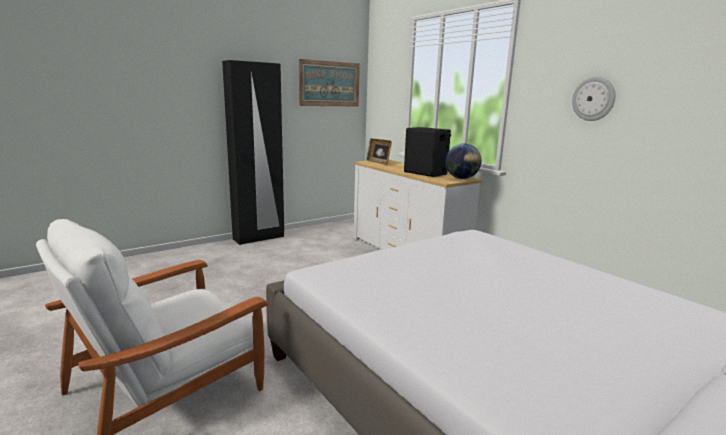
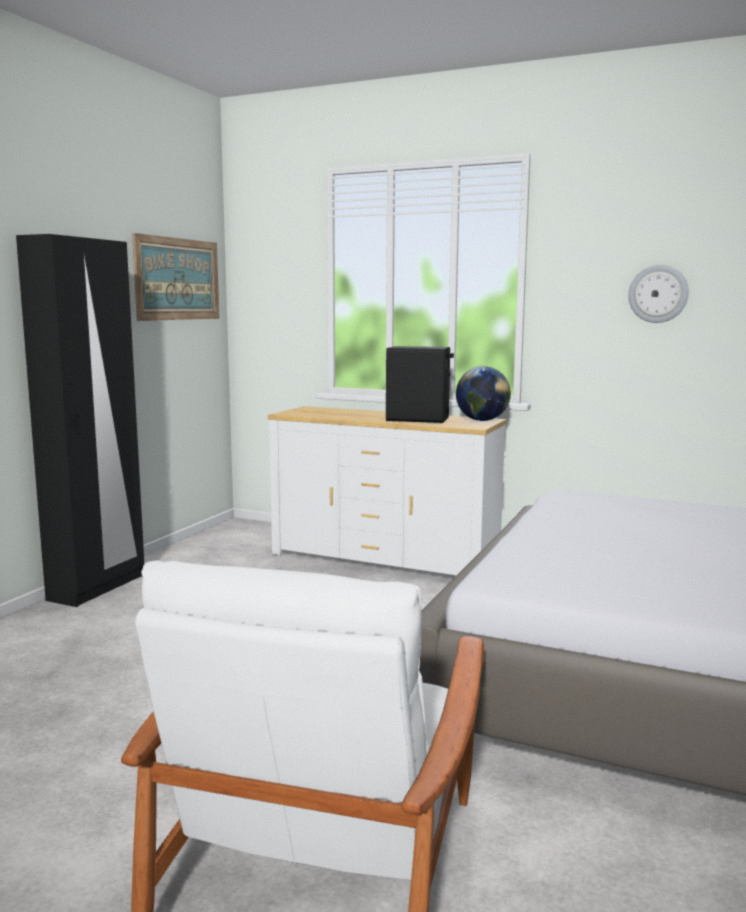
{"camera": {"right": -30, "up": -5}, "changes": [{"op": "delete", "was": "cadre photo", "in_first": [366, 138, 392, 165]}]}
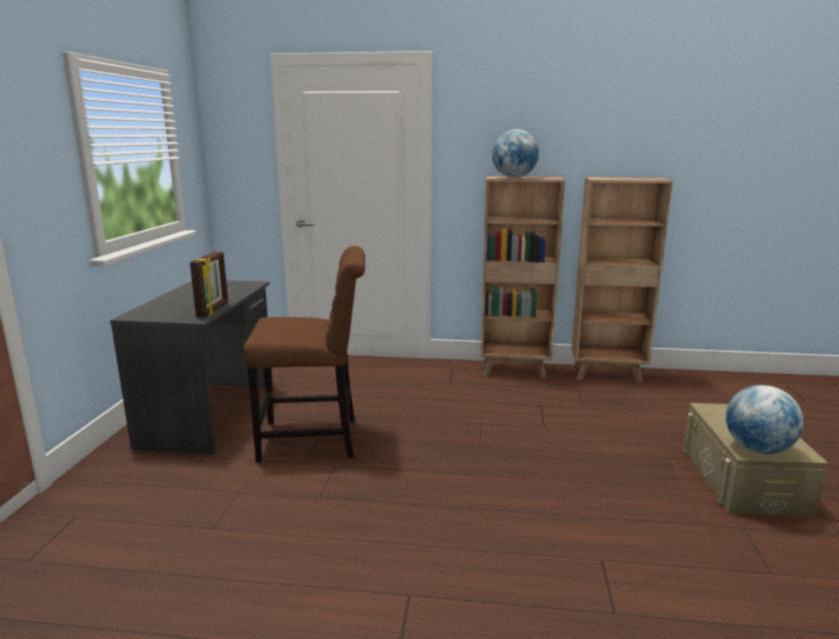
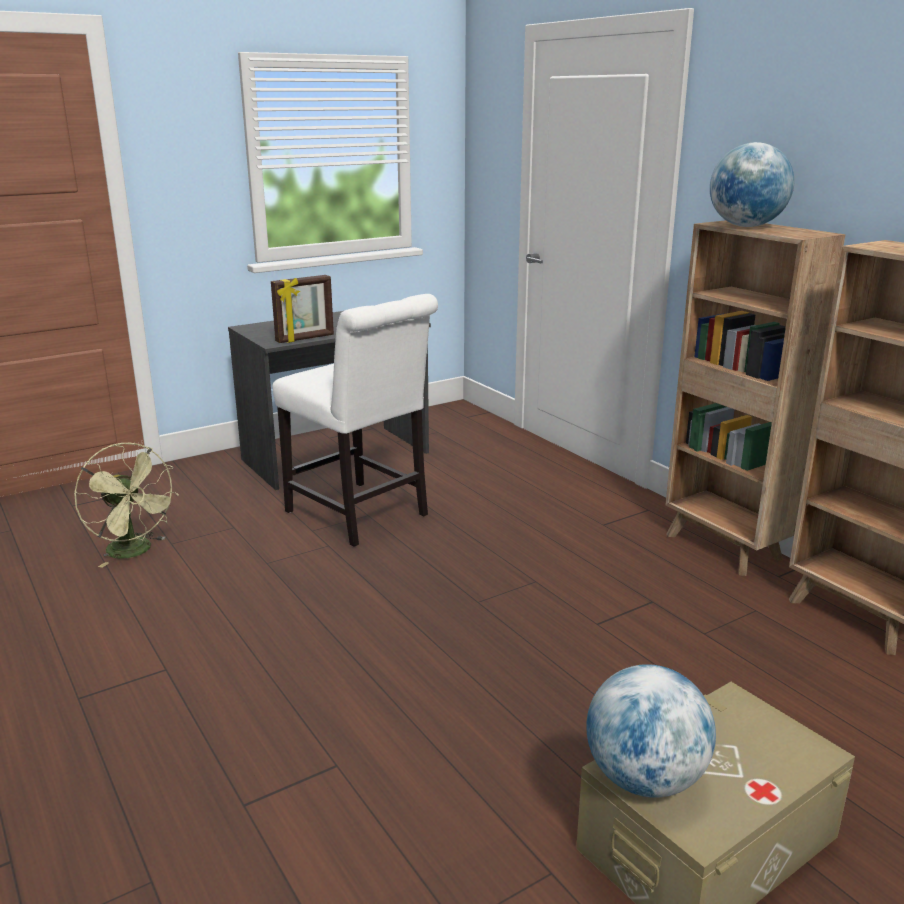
{"camera": {"right": 50, "up": 5}, "changes": [{"op": "recolor", "was": "chaise [marron]", "now": "chaise [blanc]", "in_first": [243, 246, 365, 463], "in_second": [273, 294, 438, 547]}, {"op": "insert", "now": "ventilateur [vert]", "in_second": [74, 443, 179, 568]}]}
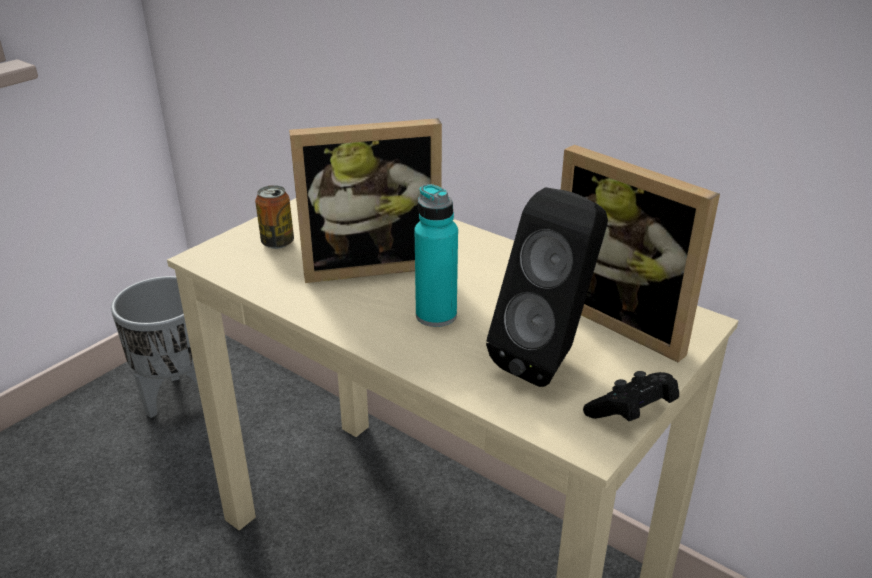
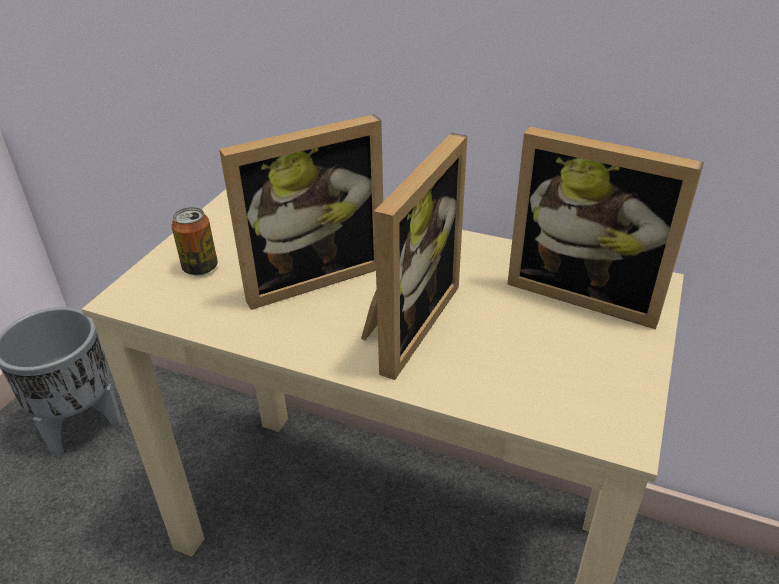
{"camera": {"right": -15, "up": 5}, "changes": [{"op": "replace", "was": "bouteille [turquoise]", "now": "cadre photo", "in_first": [415, 184, 458, 327], "in_second": [361, 133, 467, 380]}, {"op": "delete", "was": "enceinte [noir]", "in_first": [486, 187, 608, 387]}, {"op": "delete", "was": "manette [noir]", "in_first": [583, 371, 679, 421]}]}
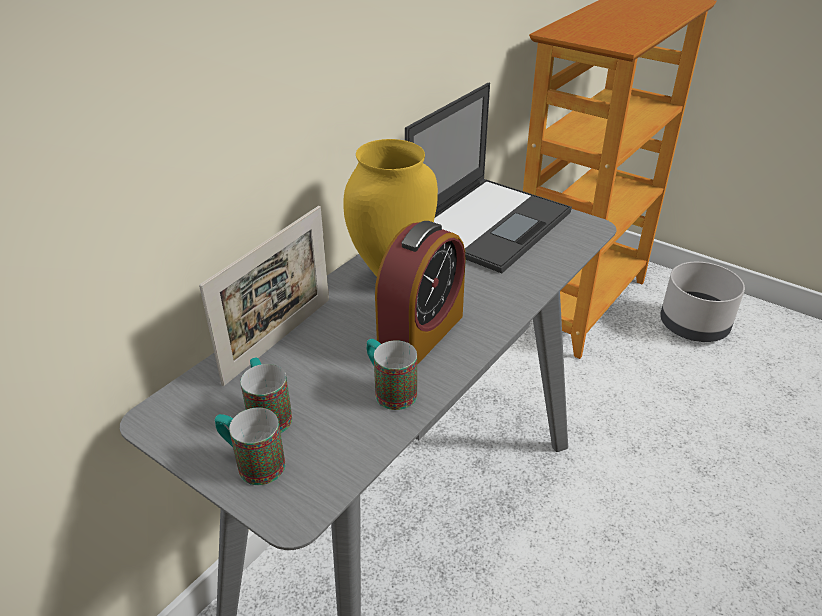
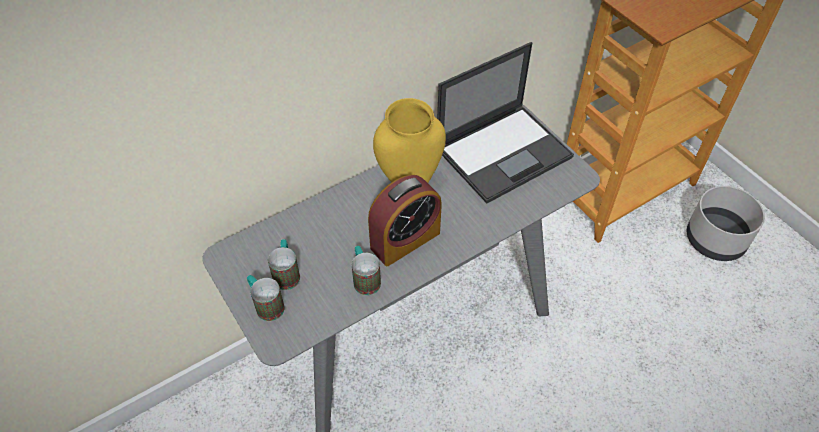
{"camera": {"right": 20, "up": 15}, "changes": [{"op": "delete", "was": "cadre photo", "in_first": [199, 206, 329, 386]}]}
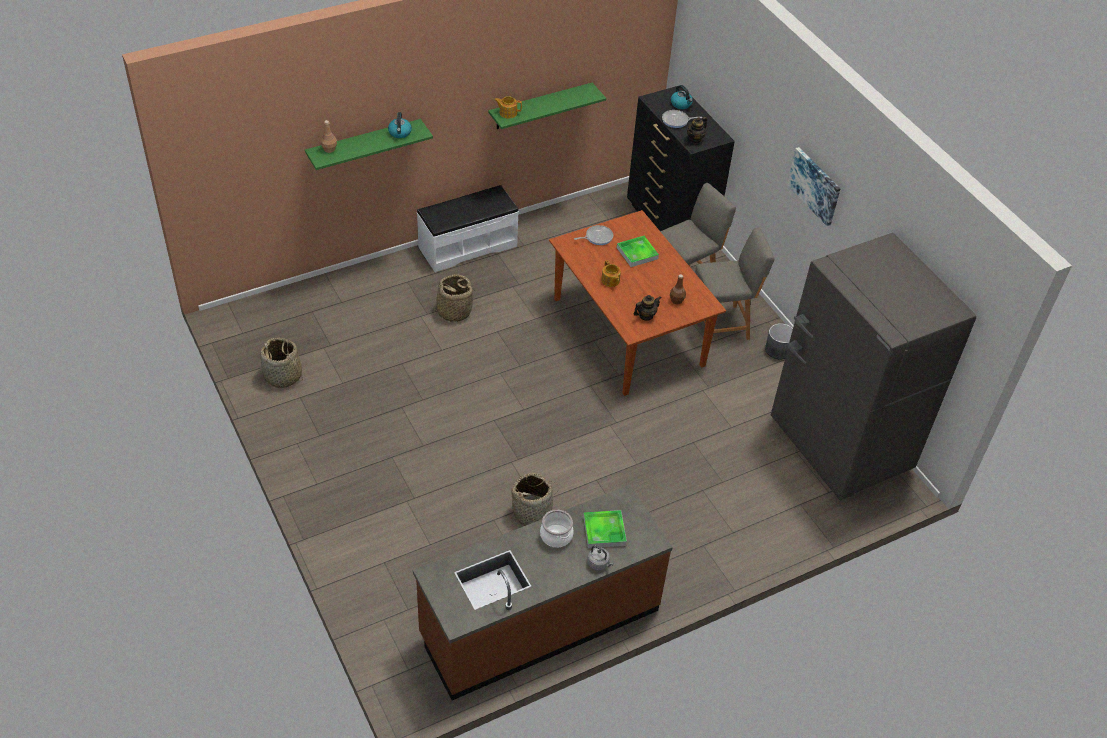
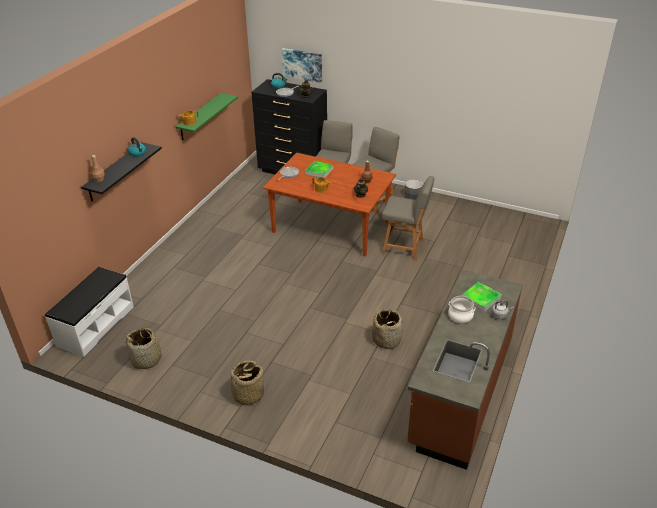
{"camera": {"right": -35, "up": -10}, "changes": [{"op": "recolor", "was": "étagère [vert]", "now": "étagère [noir]", "in_first": [305, 119, 433, 170], "in_second": [81, 142, 162, 201]}, {"op": "move", "was": "tableau", "in_first": [787, 147, 841, 226], "in_second": [282, 48, 322, 83]}, {"op": "move", "was": "banc [blanc]", "in_first": [417, 185, 519, 272], "in_second": [45, 267, 134, 357]}, {"op": "delete", "was": "réfrigérateur [gris]", "in_first": [771, 233, 976, 501]}, {"op": "move", "was": "panier", "in_first": [429, 274, 477, 322], "in_second": [227, 360, 264, 405]}, {"op": "insert", "now": "chaise [gris]", "in_second": [382, 176, 435, 260]}]}
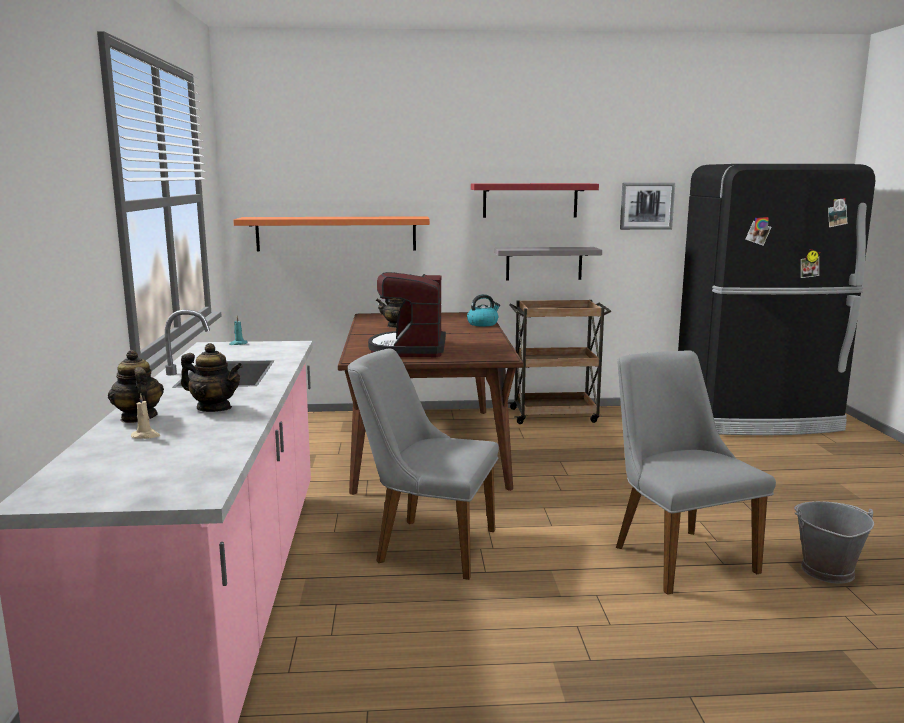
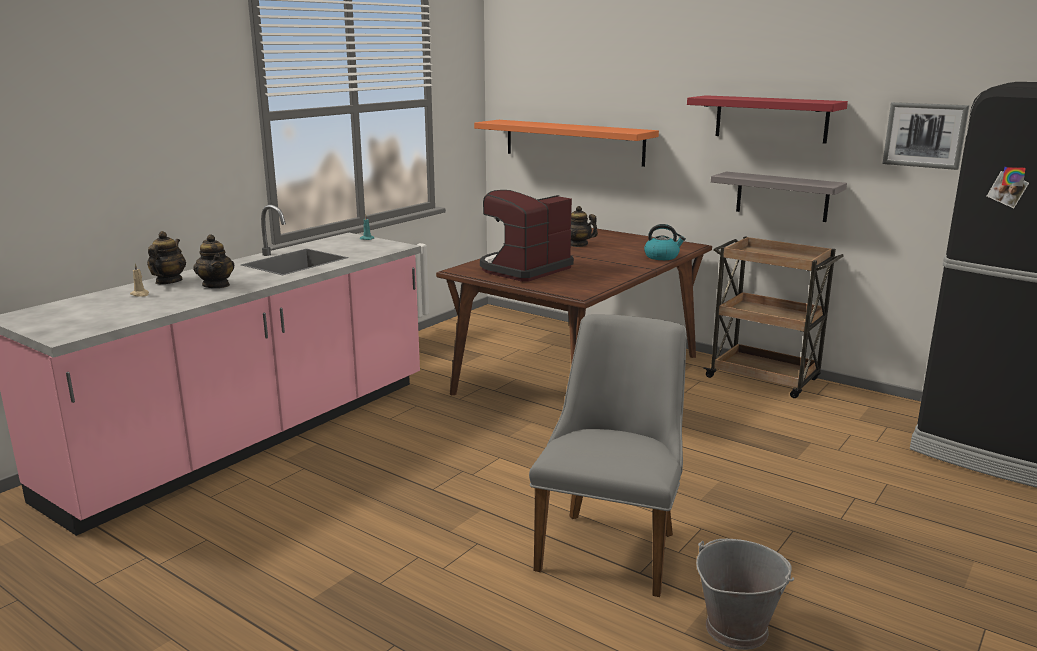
{"camera": {"right": 40, "up": 5}, "changes": [{"op": "delete", "was": "chaise [gris]", "in_first": [348, 349, 499, 580]}]}
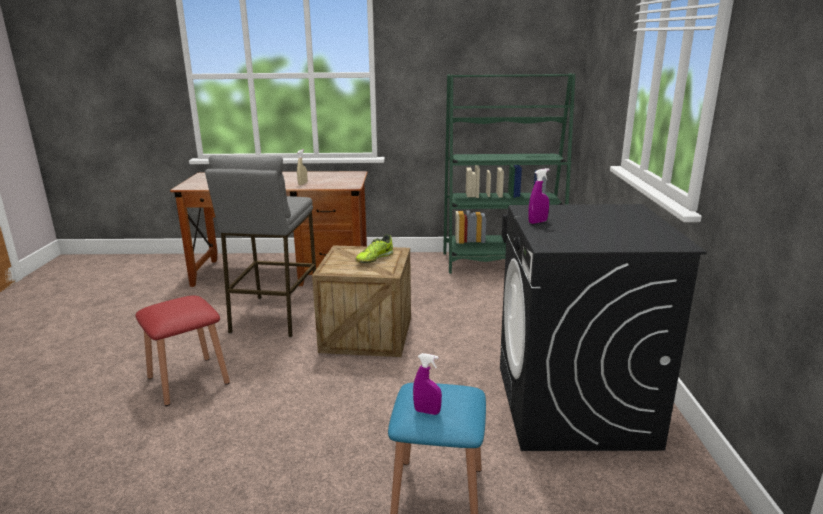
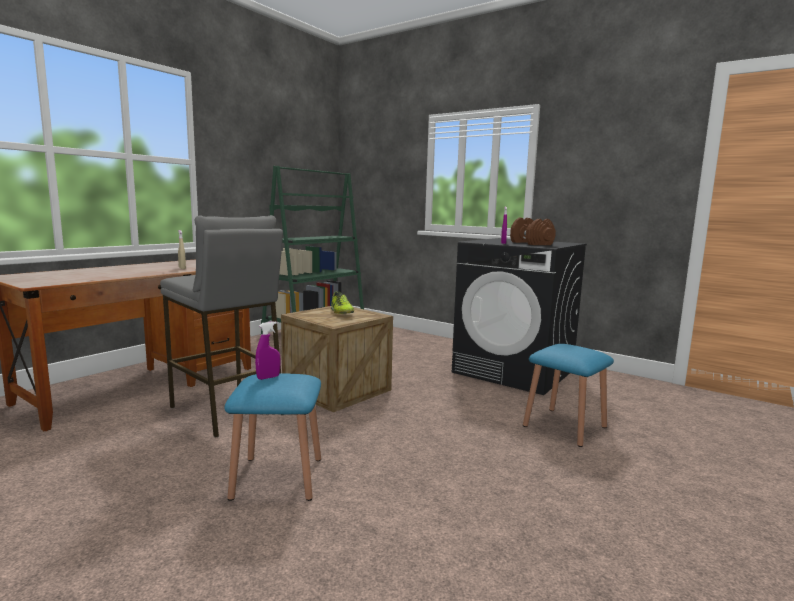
{"camera": {"right": -55, "up": -10}, "changes": [{"op": "recolor", "was": "tabouret [rouge]", "now": "tabouret [bleu]", "in_first": [135, 295, 230, 406], "in_second": [224, 373, 321, 501]}, {"op": "move", "was": "vaporisateur [violet]", "in_first": [413, 353, 442, 415], "in_second": [255, 321, 281, 380]}, {"op": "insert", "now": "haltère [marron]", "in_second": [510, 218, 556, 245]}]}
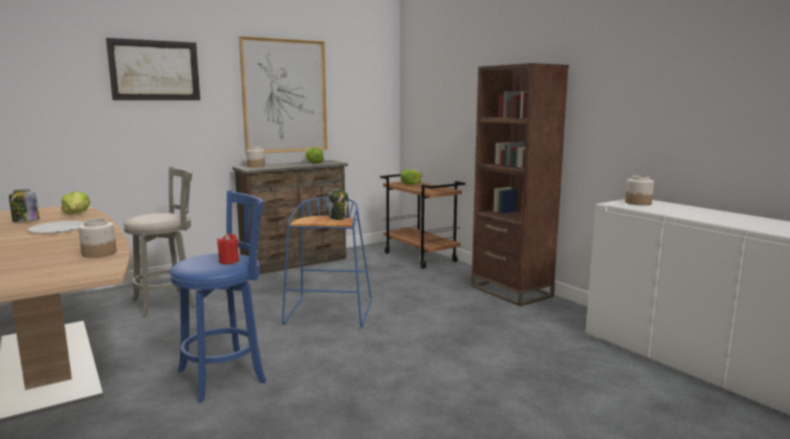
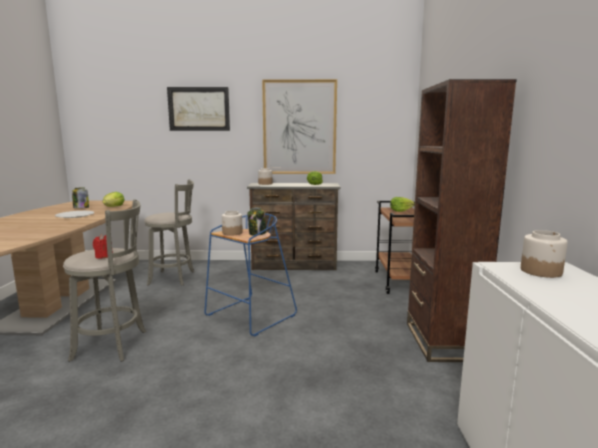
{"camera": {"right": 35, "up": 0}, "changes": [{"op": "recolor", "was": "tabouret [bleu]", "now": "tabouret [gris]", "in_first": [170, 190, 266, 403], "in_second": [63, 200, 146, 362]}, {"op": "move", "was": "bocal", "in_first": [78, 219, 117, 258], "in_second": [222, 211, 243, 236]}]}
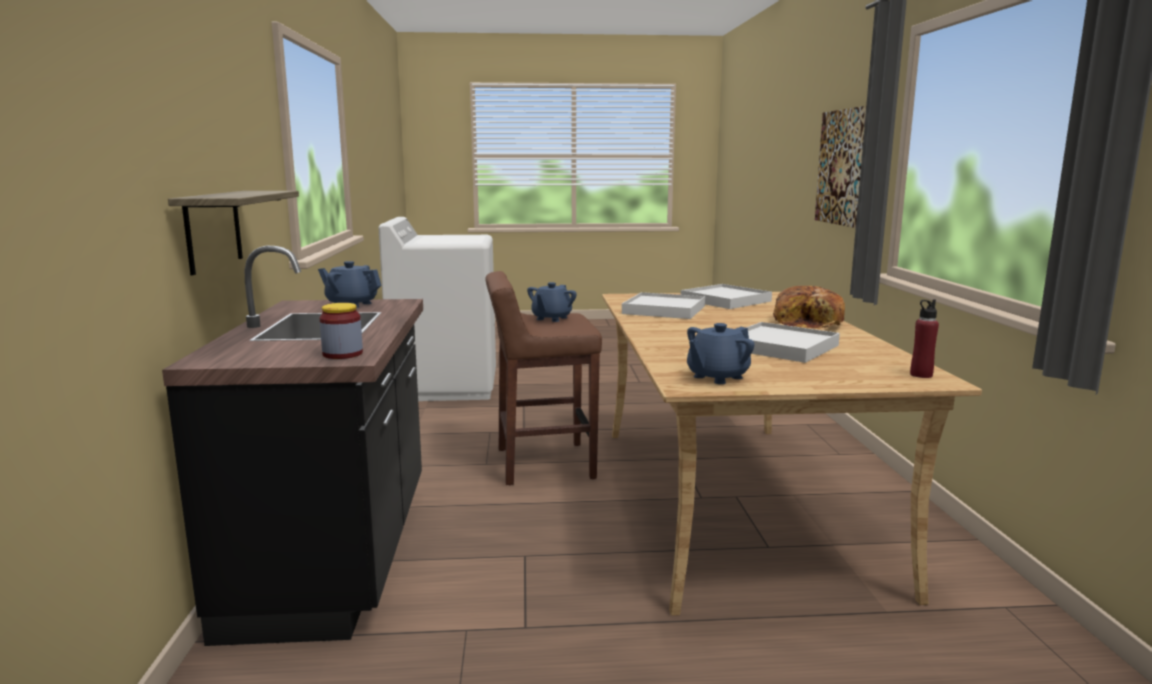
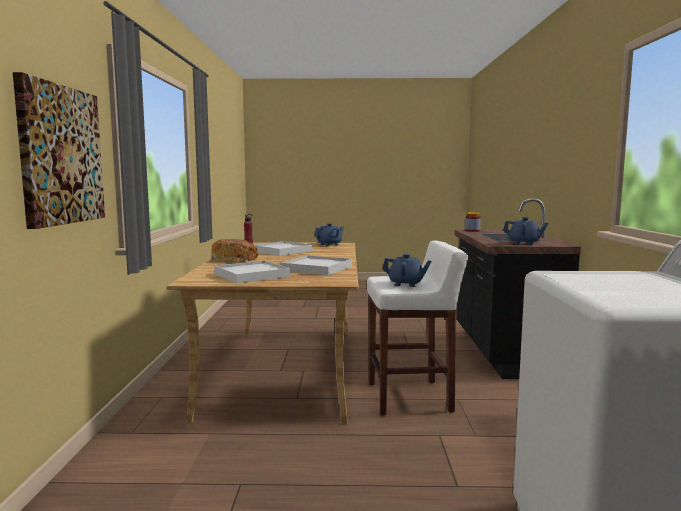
{"camera": {"right": -175, "up": -5}, "changes": [{"op": "delete", "was": "étagère", "in_first": [168, 191, 299, 275]}, {"op": "recolor", "was": "tabouret [marron]", "now": "tabouret [blanc]", "in_first": [485, 271, 602, 485], "in_second": [367, 241, 468, 415]}, {"op": "rotate", "was": "théière [bleu]", "in_first": [527, 282, 577, 322], "in_second": [382, 254, 432, 287], "clockwise": 75}]}
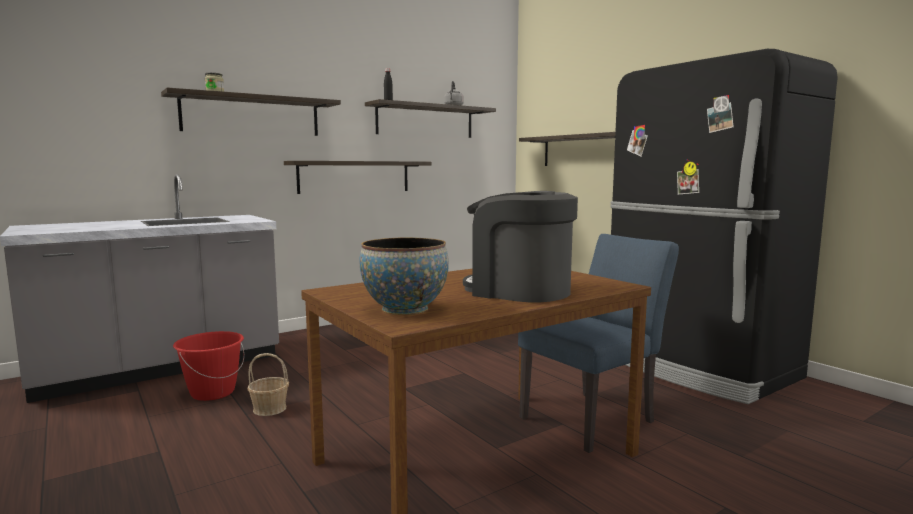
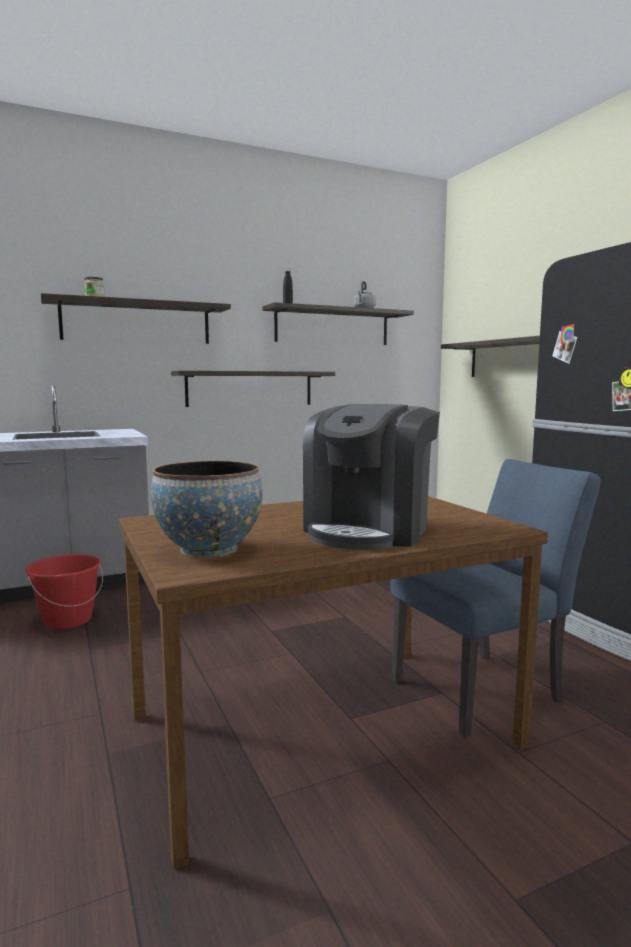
{"camera": {"right": 10, "up": 0}, "changes": [{"op": "rotate", "was": "machine à café", "in_first": [463, 191, 578, 303], "in_second": [303, 404, 440, 550], "clockwise": -105}, {"op": "delete", "was": "panier", "in_first": [247, 353, 289, 416]}]}
